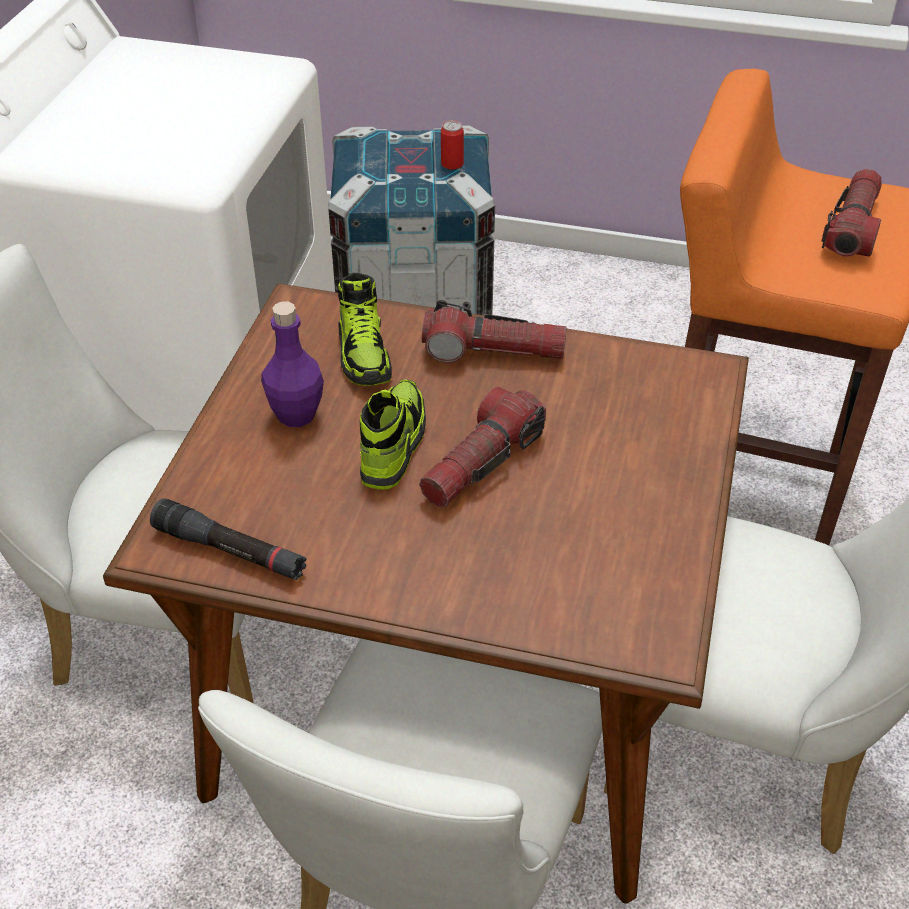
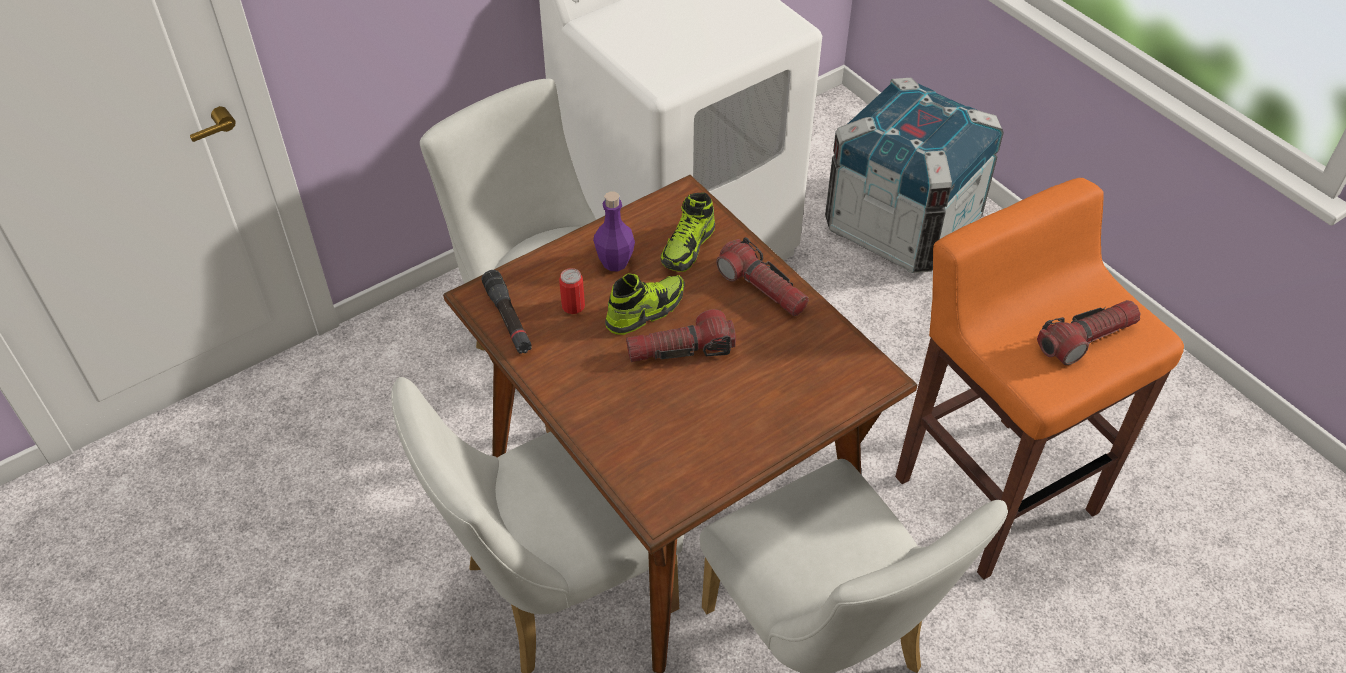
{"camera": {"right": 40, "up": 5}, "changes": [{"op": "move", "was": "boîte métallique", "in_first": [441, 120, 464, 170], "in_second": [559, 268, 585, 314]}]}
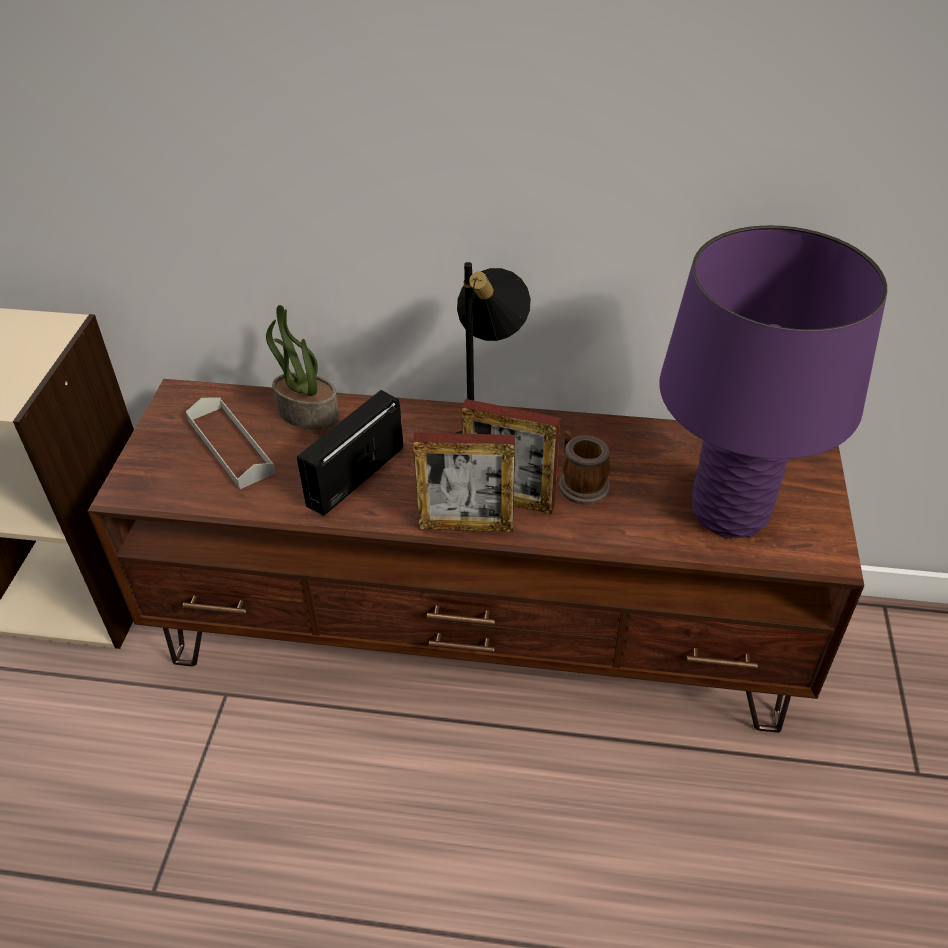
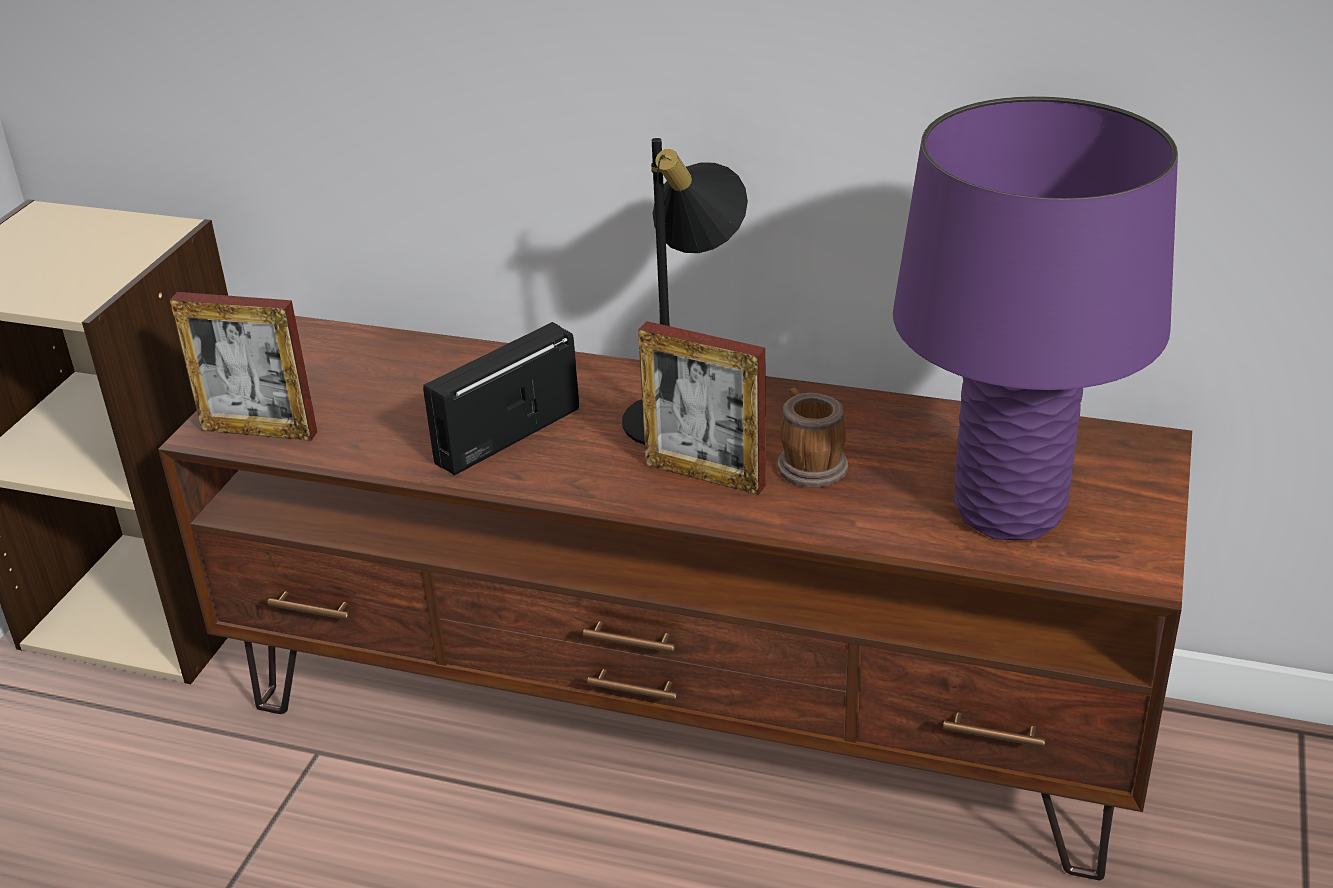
{"camera": {"right": 10, "up": -10}, "changes": [{"op": "delete", "was": "plante en pot", "in_first": [266, 305, 340, 430]}, {"op": "delete", "was": "plateau [gris]", "in_first": [186, 397, 276, 489]}, {"op": "move", "was": "cadre photo", "in_first": [413, 432, 515, 532], "in_second": [170, 292, 318, 441]}]}
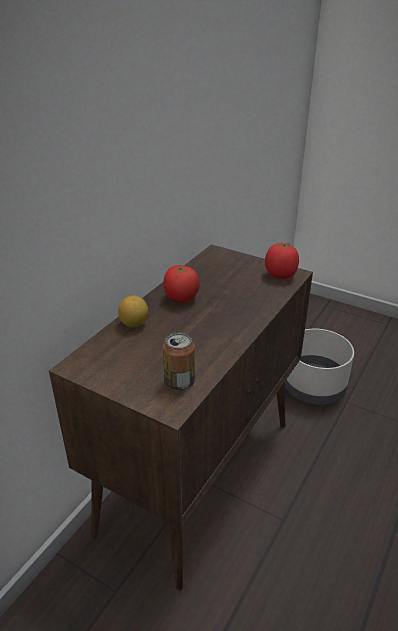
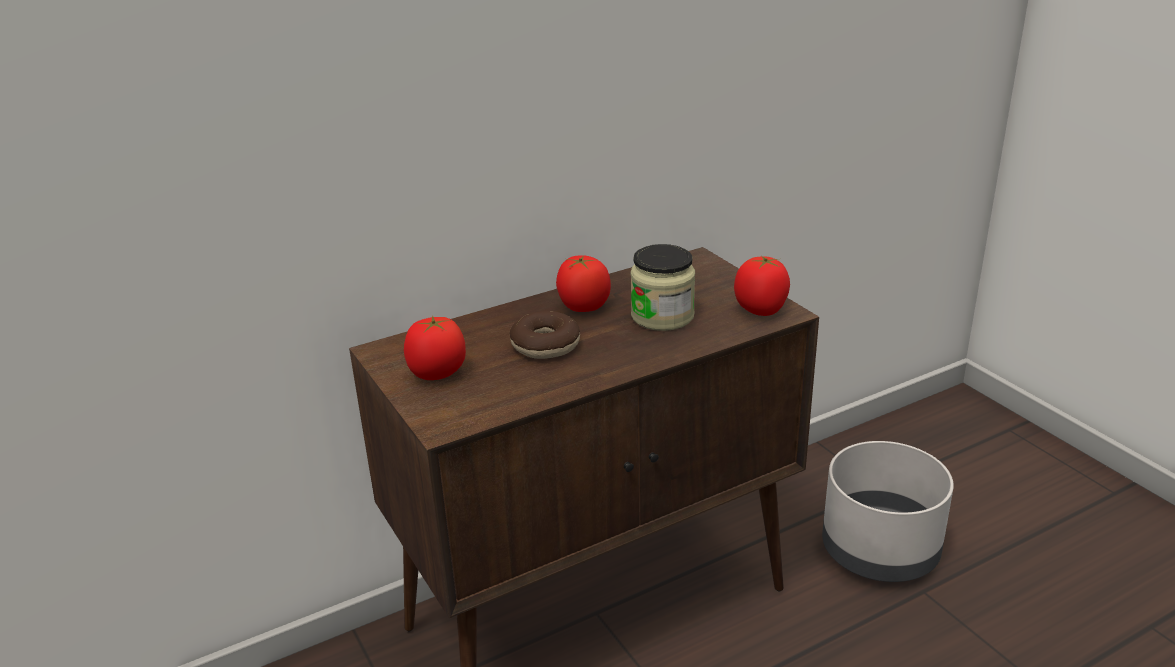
{"camera": {"right": 30, "up": -5}, "changes": [{"op": "delete", "was": "citron", "in_first": [118, 295, 148, 327]}, {"op": "delete", "was": "boîte métallique", "in_first": [163, 332, 195, 390]}, {"op": "insert", "now": "bocal", "in_second": [630, 244, 695, 331]}, {"op": "insert", "now": "beignet", "in_second": [510, 311, 580, 359]}, {"op": "insert", "now": "tomate", "in_second": [404, 315, 466, 380]}]}
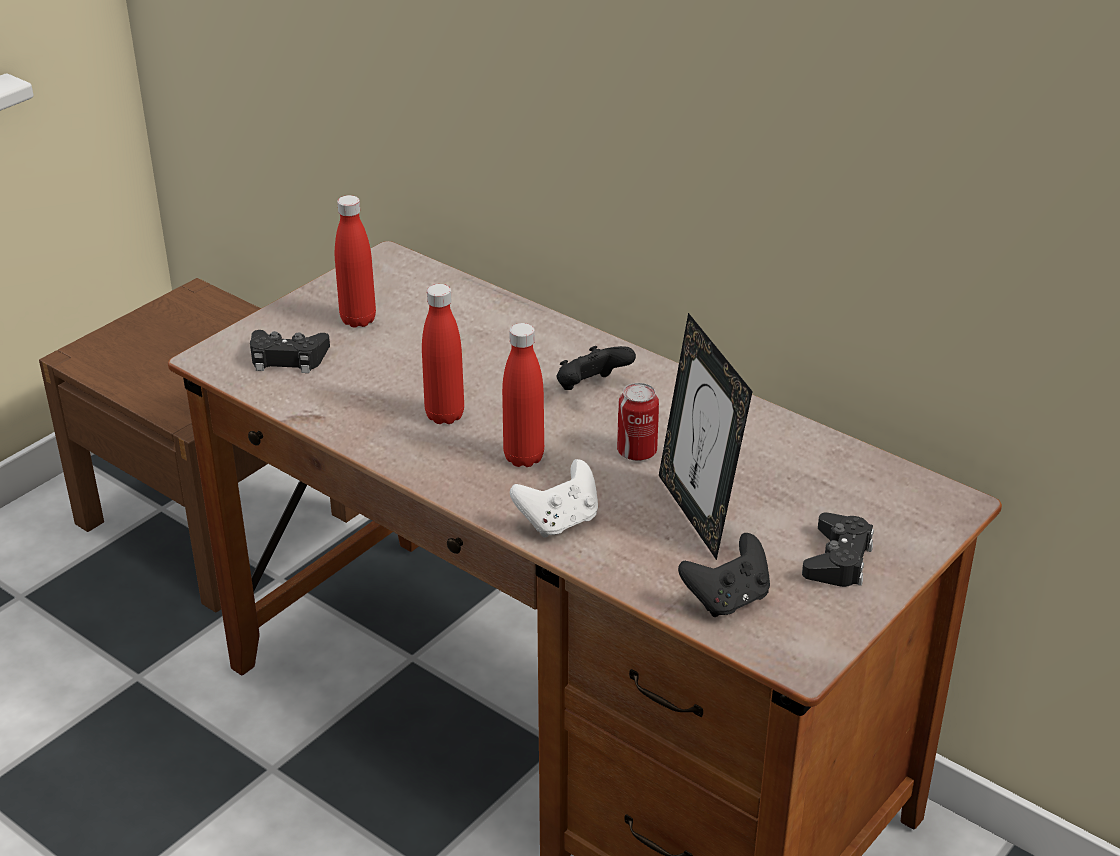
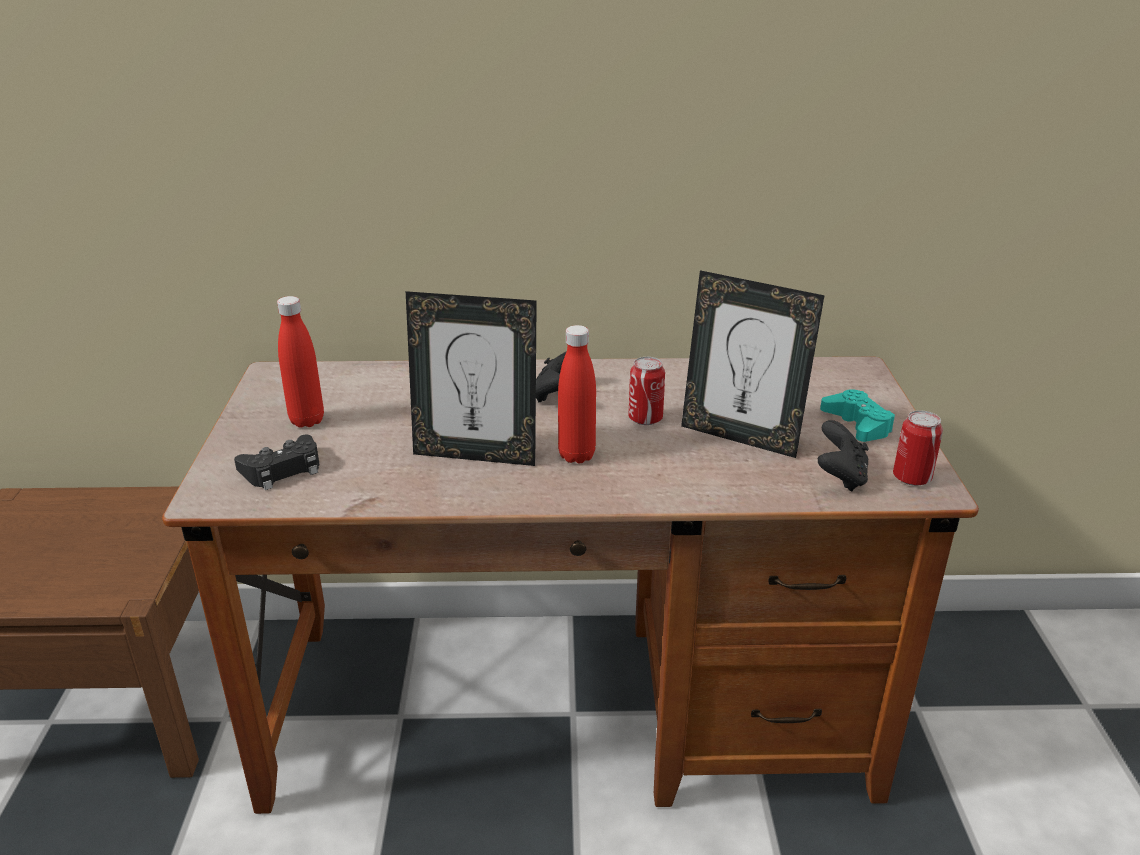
{"camera": {"right": -40, "up": -5}, "changes": [{"op": "replace", "was": "bouteille [rouge]", "now": "cadre photo", "in_first": [422, 284, 464, 424], "in_second": [406, 291, 537, 466]}, {"op": "delete", "was": "manette [blanc]", "in_first": [510, 459, 598, 538]}, {"op": "recolor", "was": "manette [noir]", "now": "manette [turquoise]", "in_first": [802, 512, 874, 587], "in_second": [820, 389, 895, 442]}, {"op": "insert", "now": "boîte métallique", "in_second": [893, 410, 943, 486]}]}
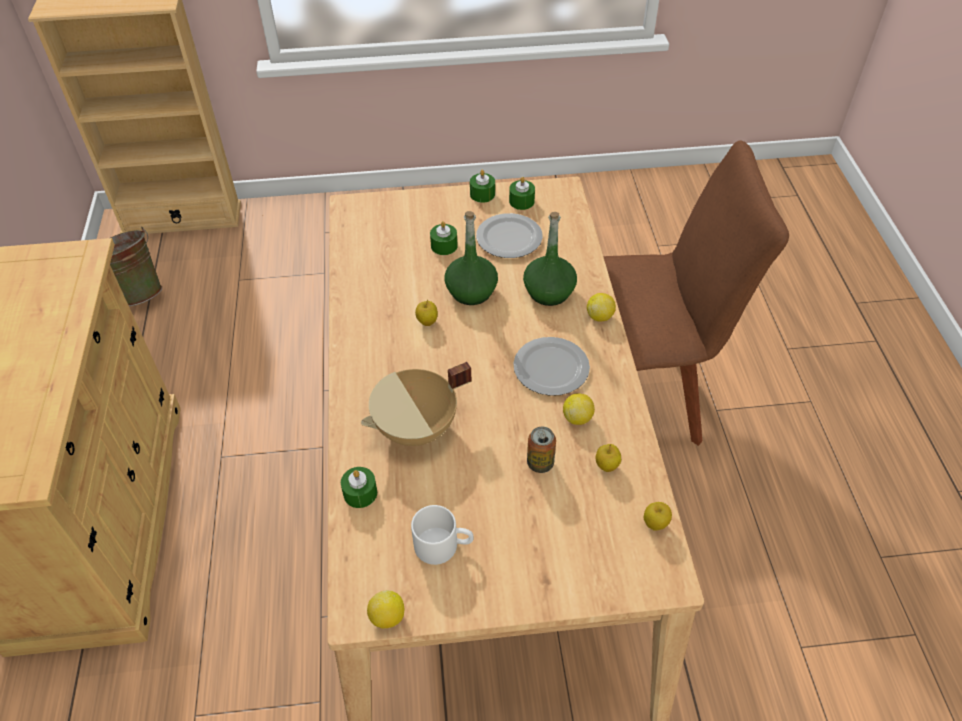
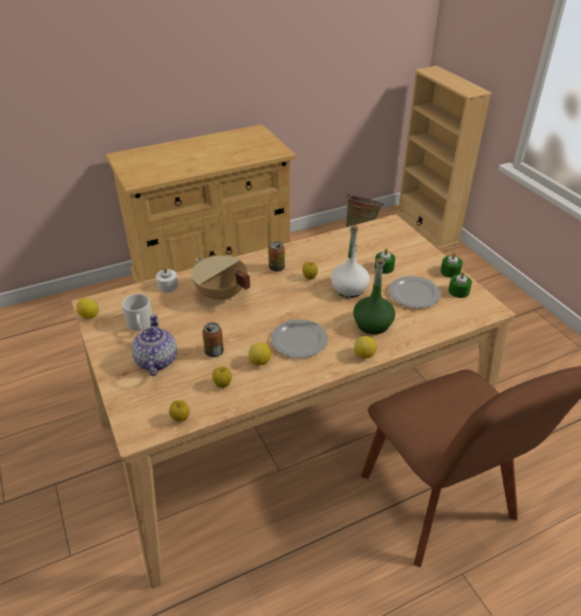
{"camera": {"right": 70, "up": -10}, "changes": [{"op": "recolor", "was": "bouteille [vert]", "now": "bouteille [blanc]", "in_first": [445, 211, 498, 305], "in_second": [331, 225, 370, 298]}, {"op": "recolor", "was": "bougie [vert]", "now": "bougie [blanc]", "in_first": [341, 467, 377, 508], "in_second": [156, 266, 178, 292]}, {"op": "insert", "now": "boîte métallique", "in_second": [268, 241, 285, 272]}, {"op": "insert", "now": "théière", "in_second": [132, 314, 177, 376]}]}
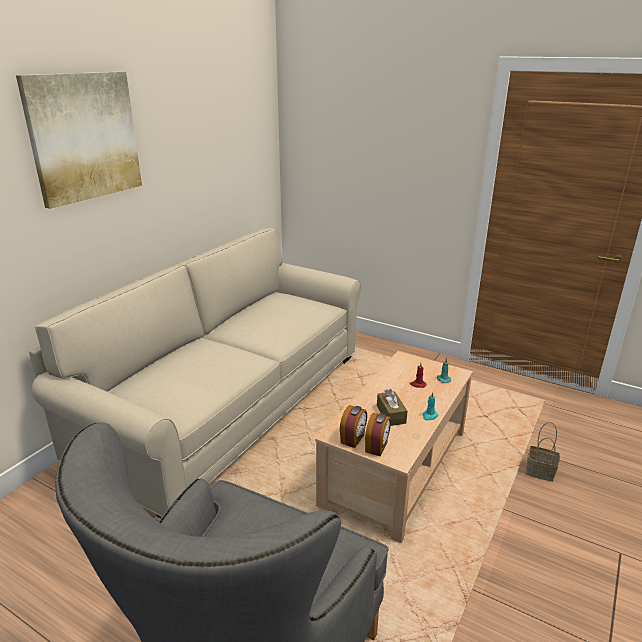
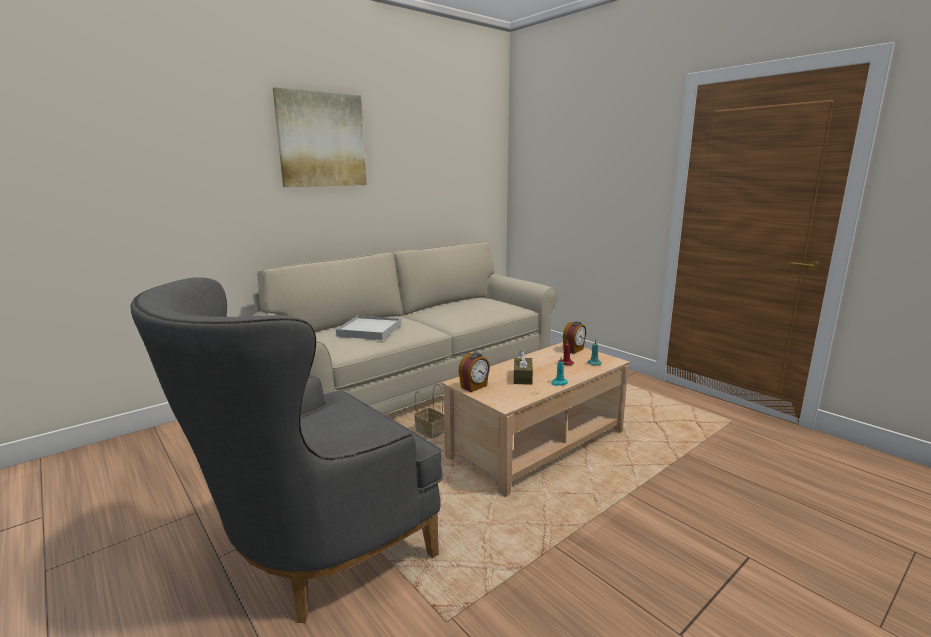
{"camera": {"right": 20, "up": -10}, "changes": [{"op": "move", "was": "réveil", "in_first": [365, 413, 391, 456], "in_second": [563, 322, 586, 354]}, {"op": "move", "was": "panier", "in_first": [526, 422, 560, 482], "in_second": [414, 384, 445, 439]}, {"op": "insert", "now": "plateau [blanc]", "in_second": [336, 316, 401, 340]}]}
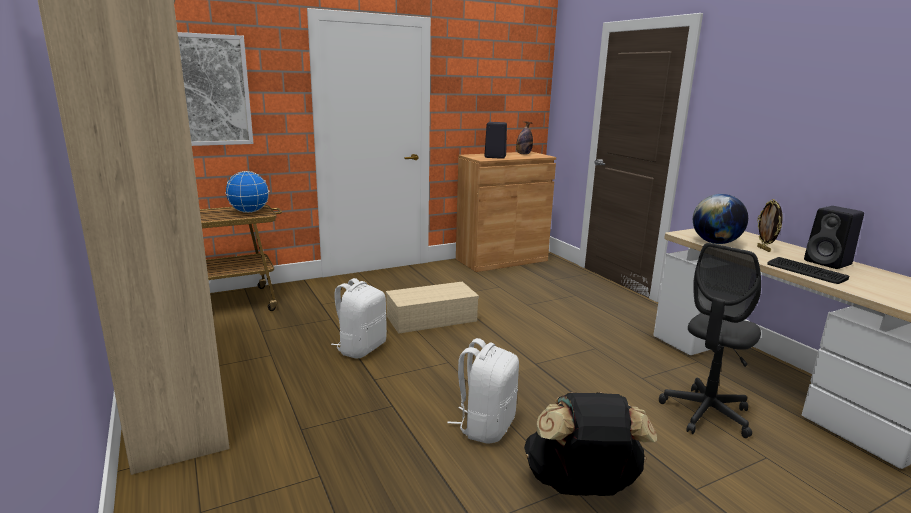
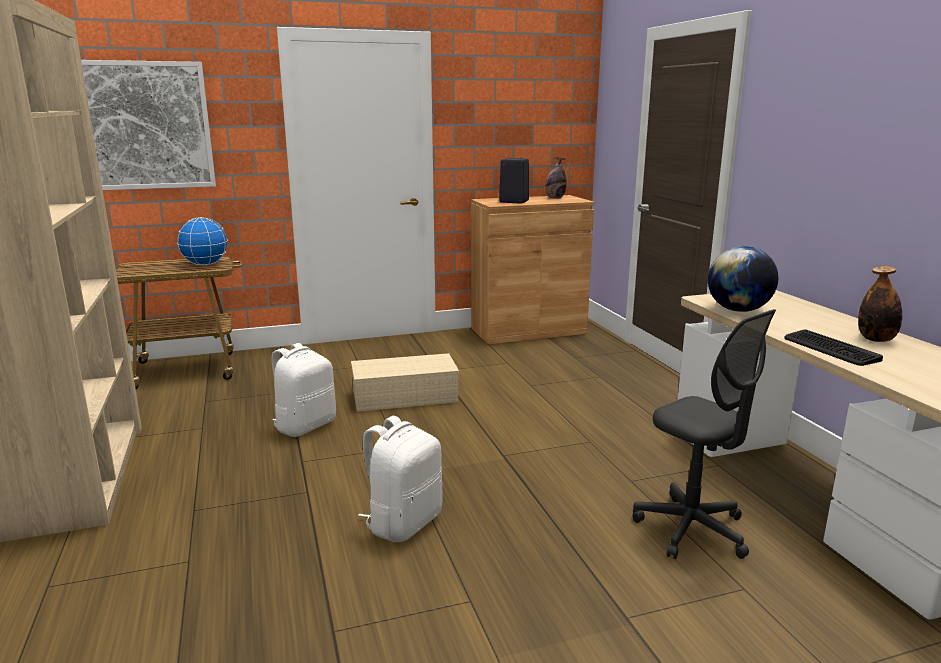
{"camera": {"right": 10, "up": 0}, "changes": [{"op": "delete", "was": "cadre photo", "in_first": [757, 199, 783, 252]}, {"op": "replace", "was": "enceinte [noir]", "now": "bouteille", "in_first": [804, 206, 864, 269], "in_second": [858, 266, 902, 342]}, {"op": "rotate", "was": "chaise de bureau [gris]", "in_first": [659, 243, 761, 438], "in_second": [633, 309, 776, 559], "clockwise": -90}, {"op": "delete", "was": "sac à dos [noir]", "in_first": [524, 392, 657, 496]}]}
